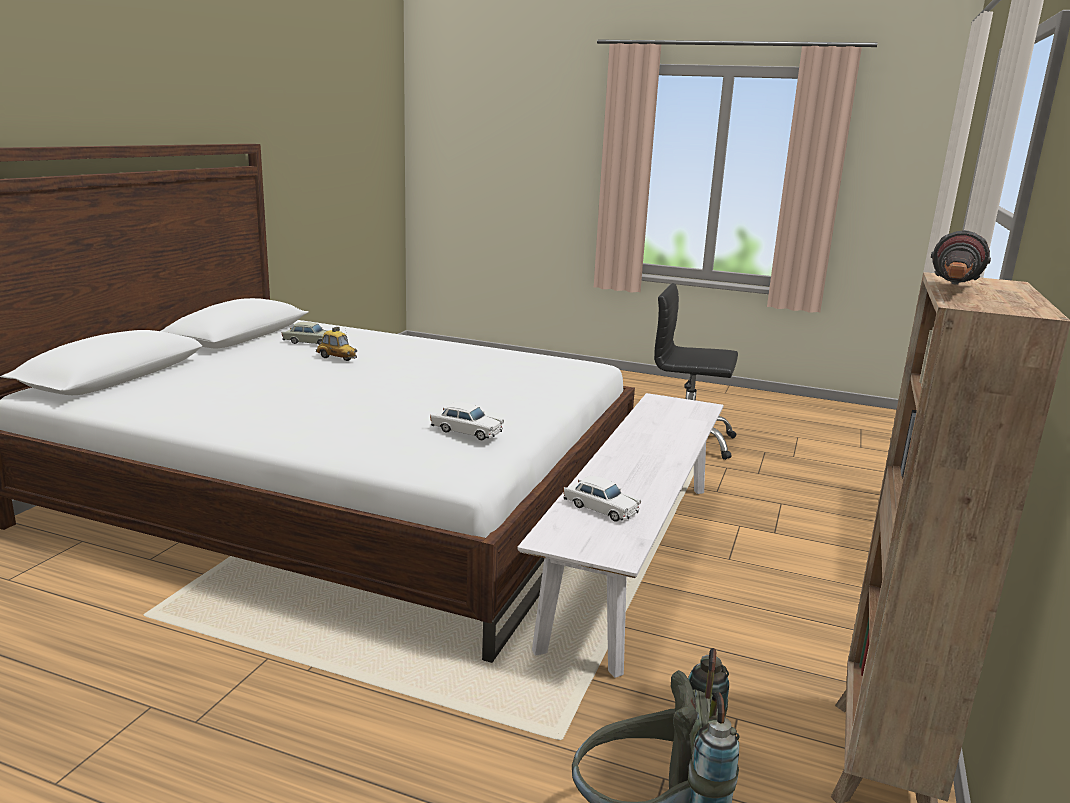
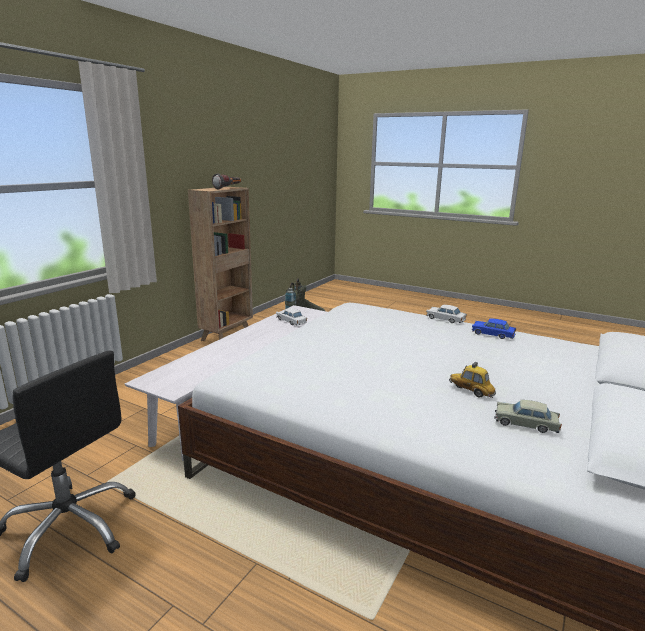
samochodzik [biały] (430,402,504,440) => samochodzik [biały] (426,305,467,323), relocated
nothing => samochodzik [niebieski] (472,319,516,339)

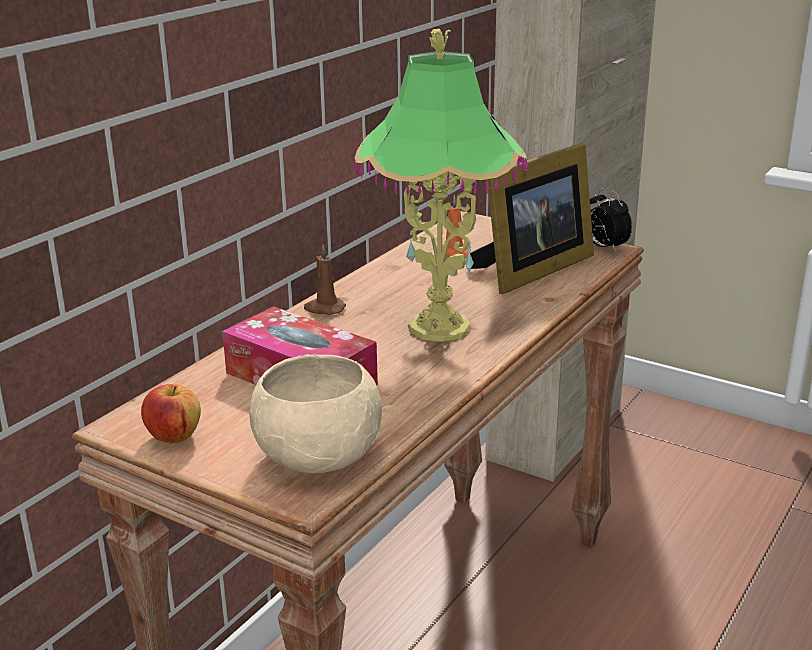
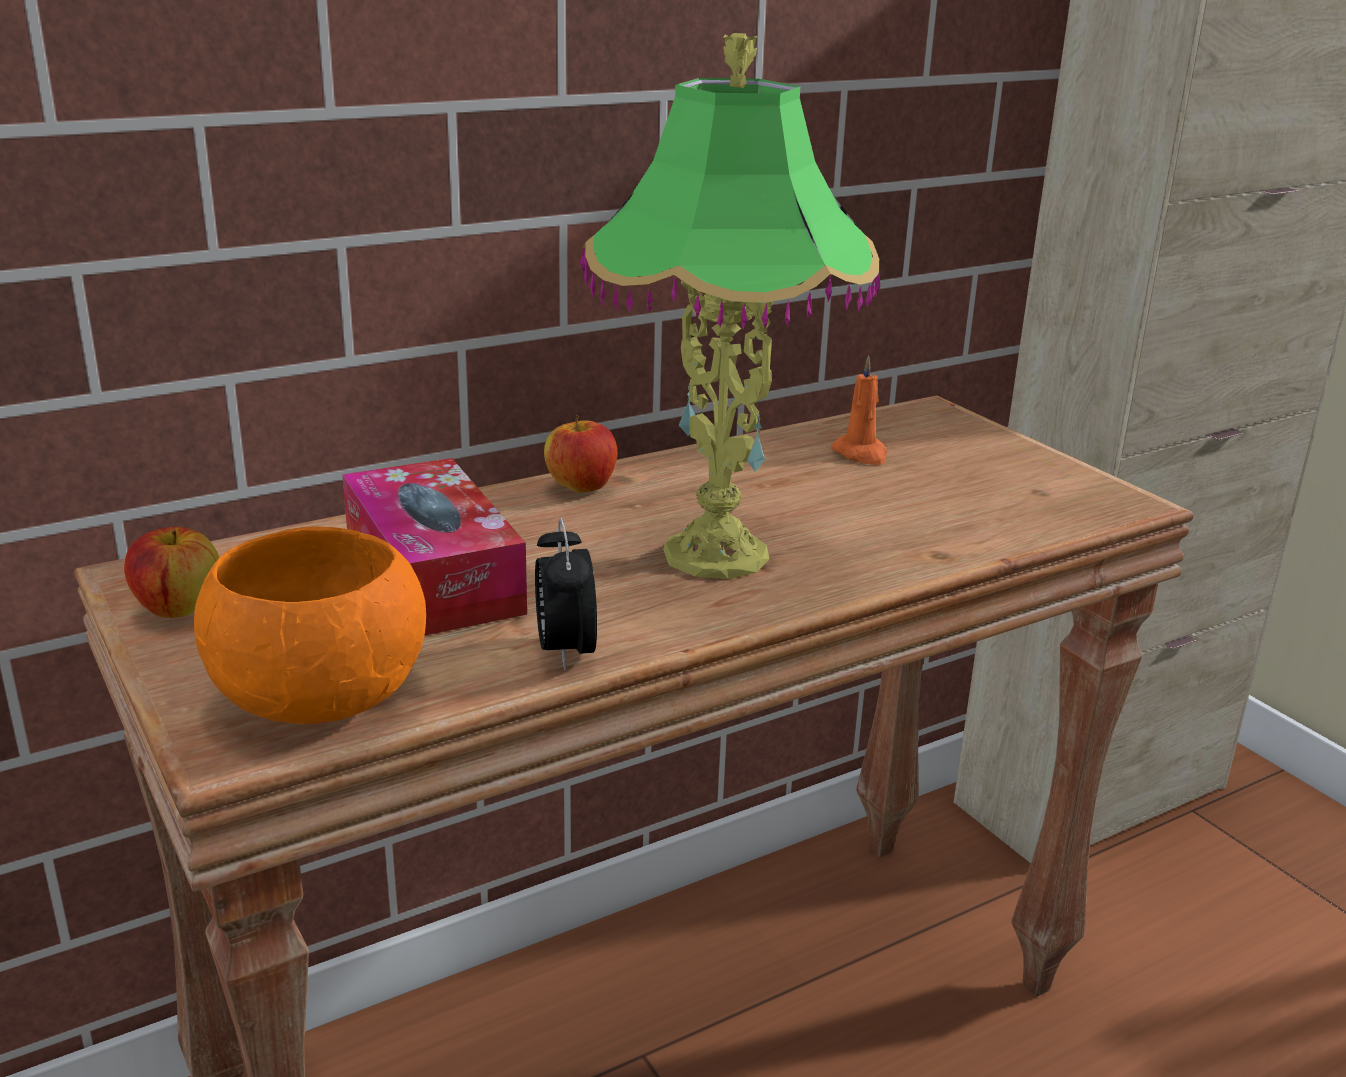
miska [beżowy] (249,355,382,473) => miska [pomarańczowy] (194,526,426,724)
świeca [brązowy] (304,245,346,315) => jabłko (544,415,617,493)
ramka na zdjęcie (470,143,594,294) => nothing
budzik (590,188,632,252) => budzik (535,517,597,671), relocated

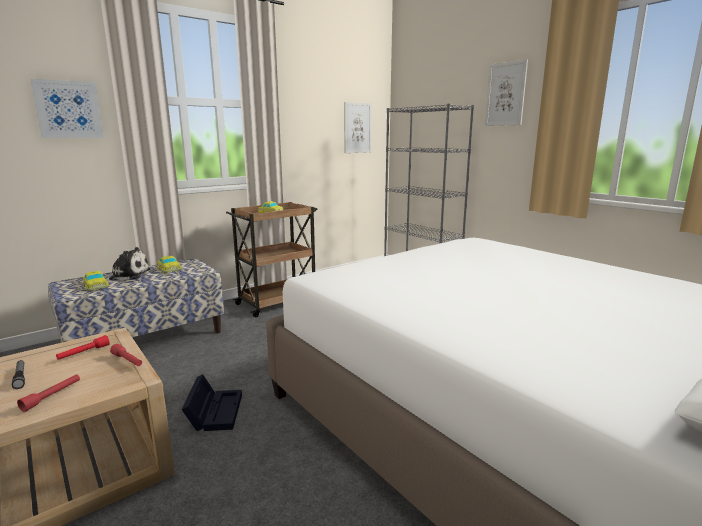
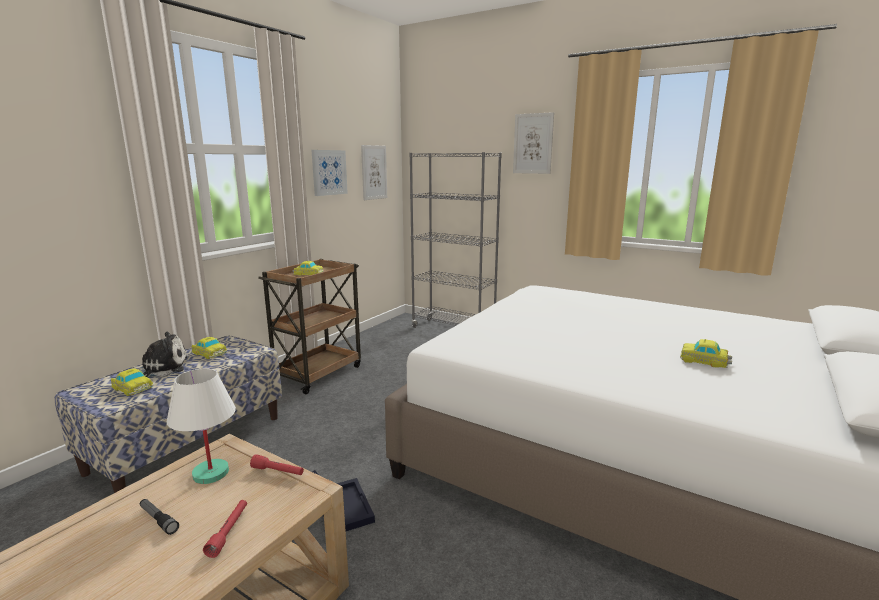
obraz (30,79,104,138) => obraz (312,150,348,196), relocated
latarka [czerwony] (56,335,110,360) => lampa stołowa [biały] (167,369,236,484)
nothing => samochodzik (680,339,732,368)

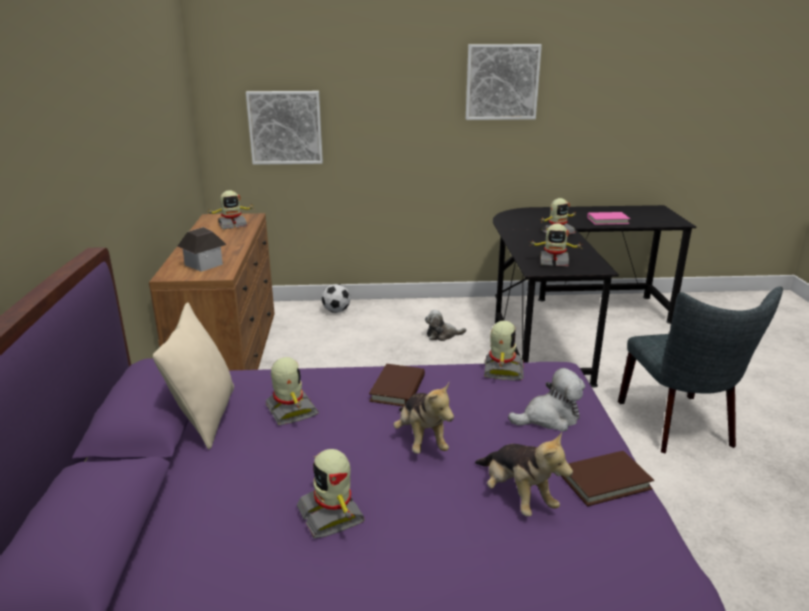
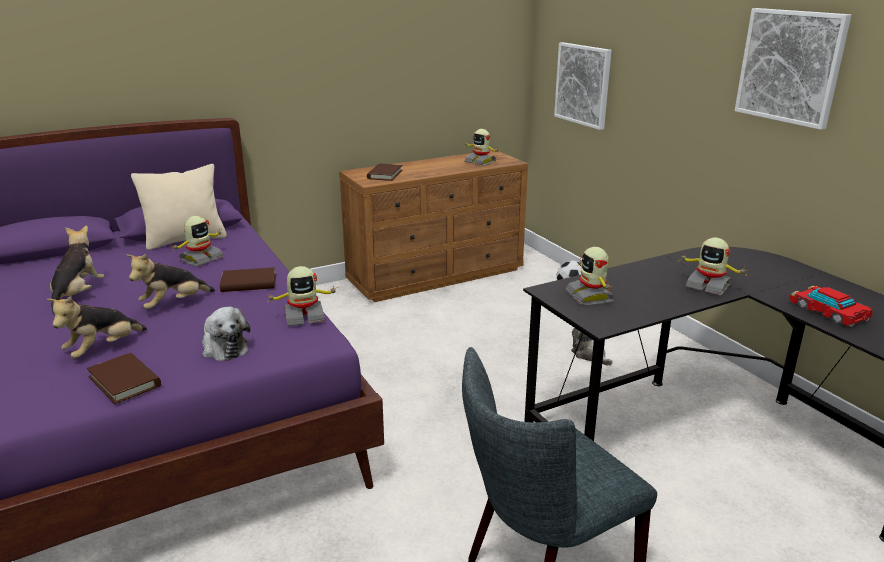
domek (177,227,227,272) => książka [brązowy] (367,164,402,181)
robot zabawkowy (297,449,365,538) => pluszak (50,225,105,315)
książka [różowy] (587,212,630,225) => samochodzik (789,286,873,327)

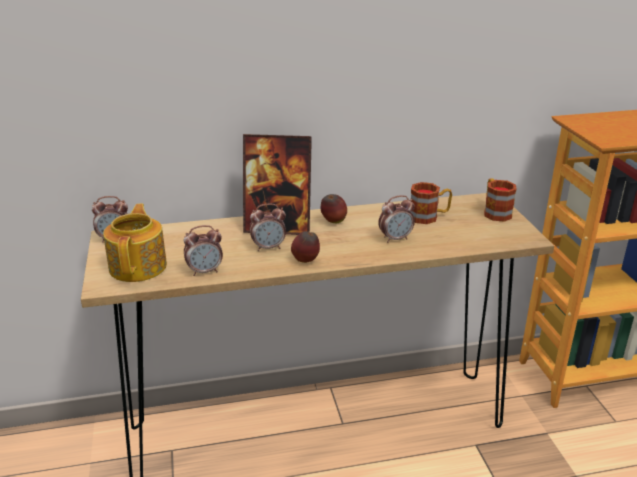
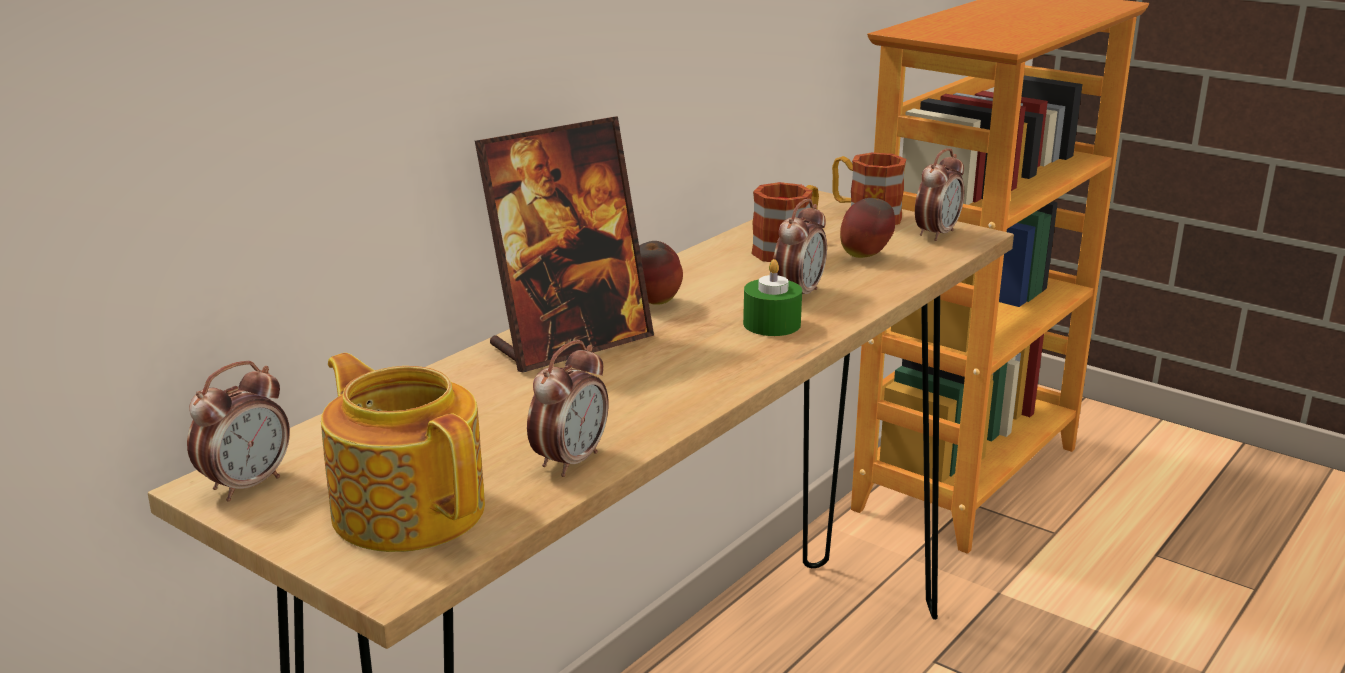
budzik (250,203,286,251) => budzik (915,148,964,241), relocated
jabłko (291,231,320,263) => jabłko (840,198,895,258), relocated
nothing => świeca [zielony] (743,259,802,336)

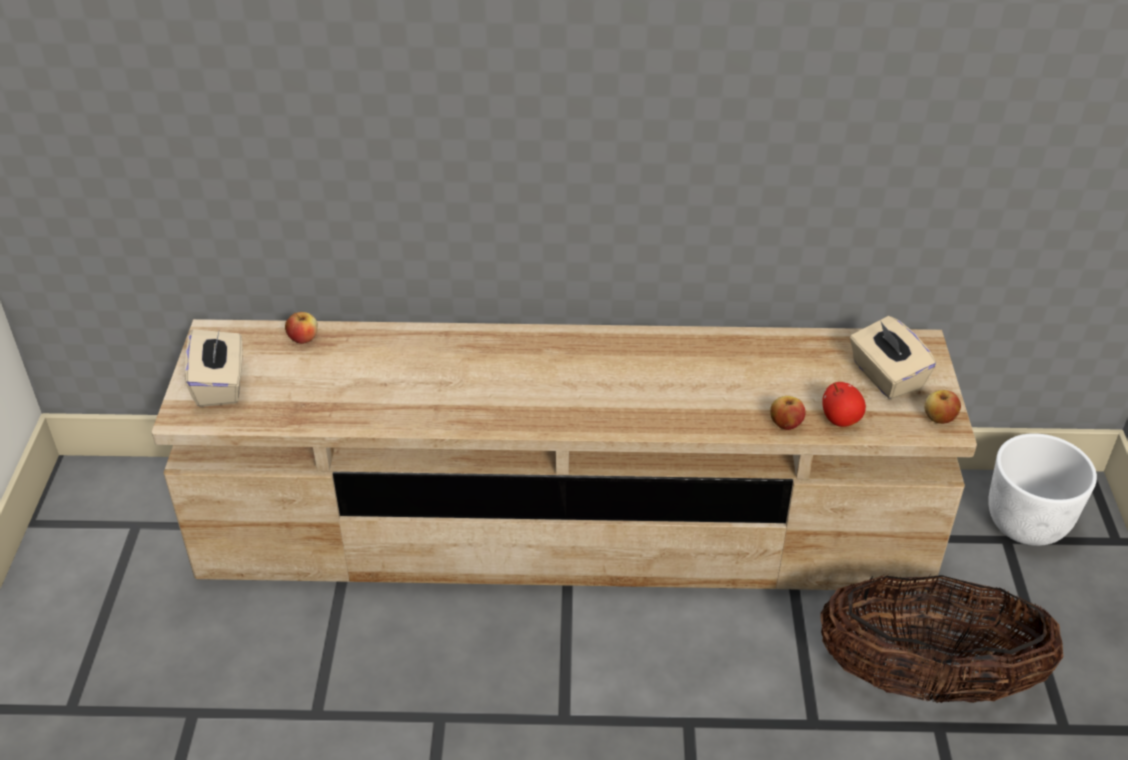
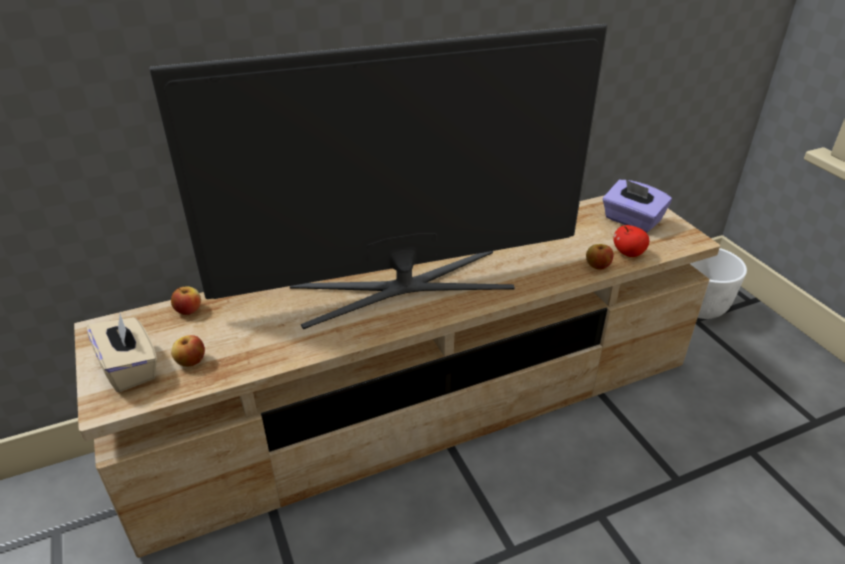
koszyk (821,575,1064,703) => nothing
pudełko chusteczek [beżowy] (850,316,937,399) => pudełko chusteczek [fioletowy] (603,179,672,233)
jabłko (924,390,961,424) => jabłko (171,335,205,367), relocated
nothing => telewizor (149,24,608,329)

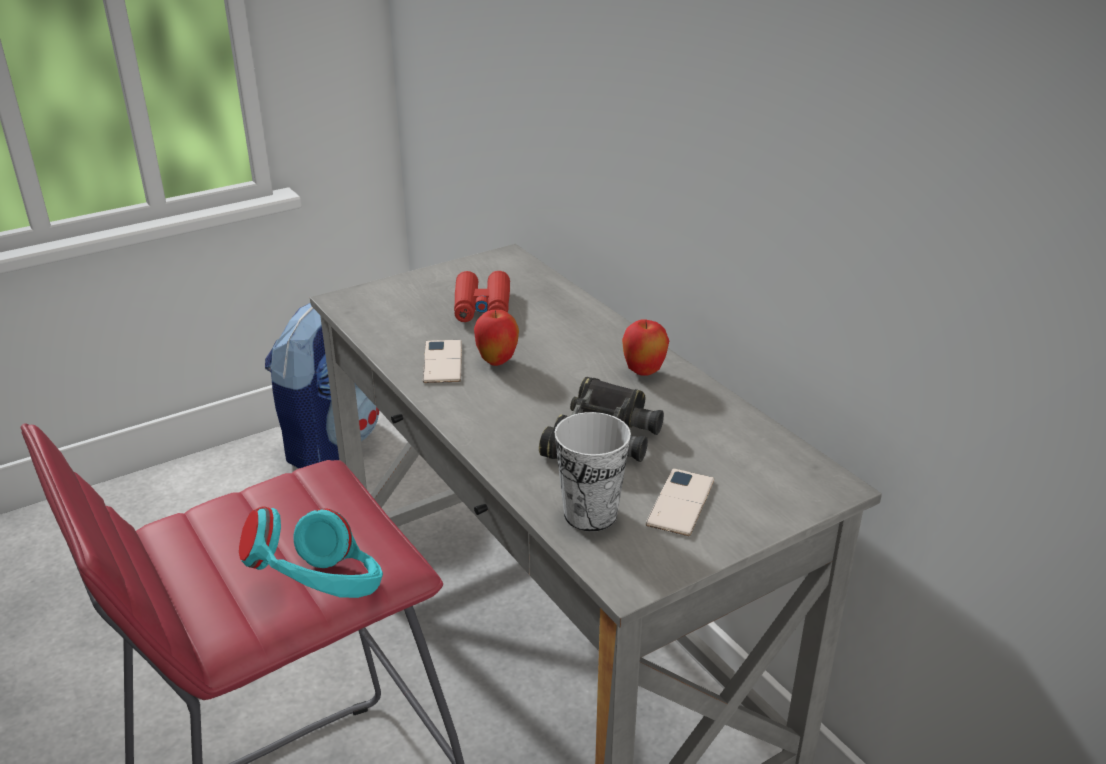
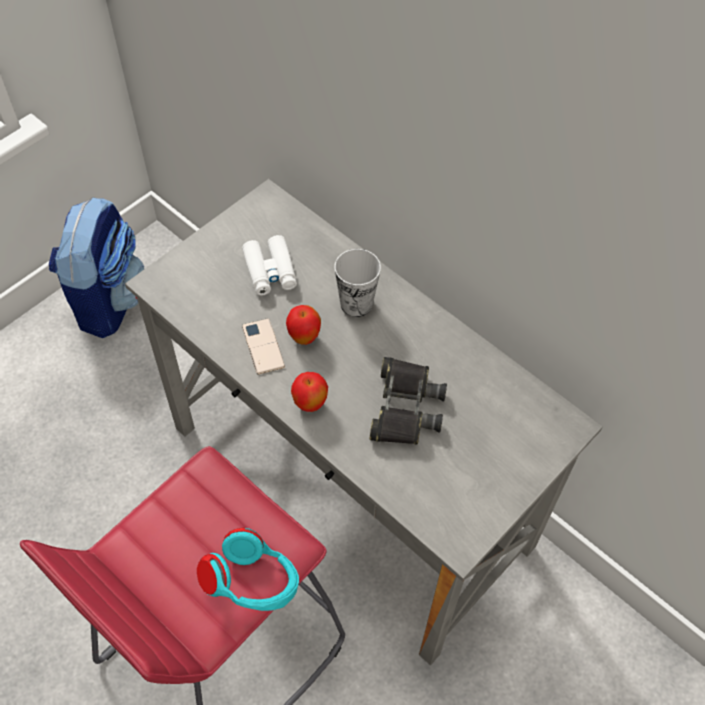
lornetka [czerwony] (454,271,510,322) => lornetka [biały] (242,235,297,296)
filiżanka (555,412,631,532) => filiżanka (334,249,381,317), relocated
jabłko (622,320,669,376) => jabłko (291,372,328,412), relocated
telefon (646,469,714,536) => nothing

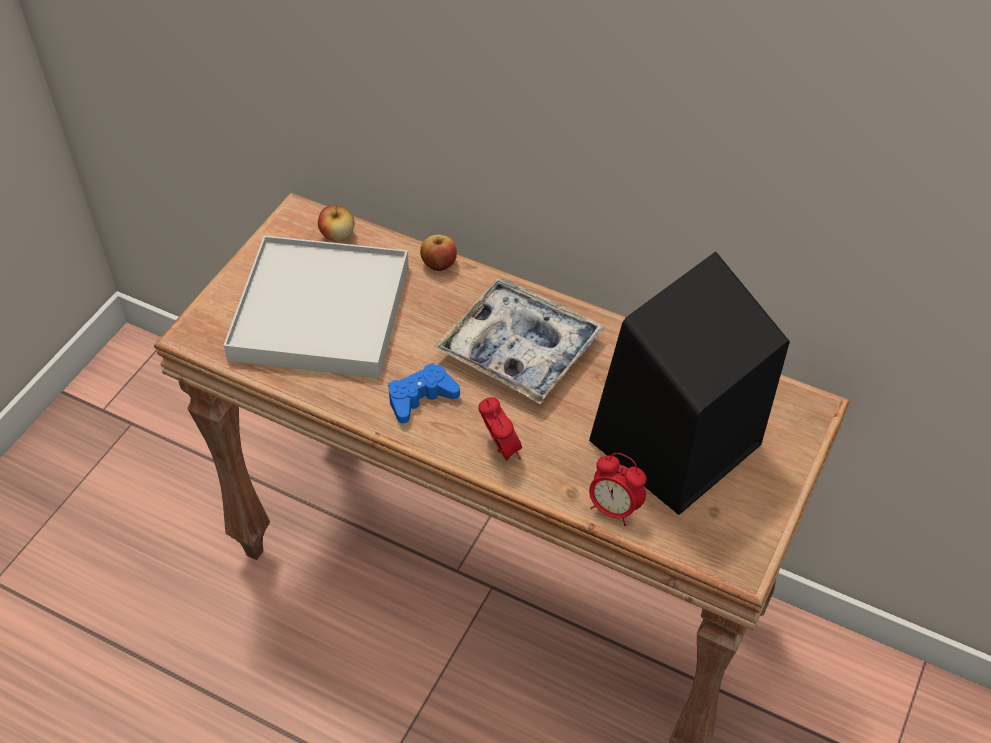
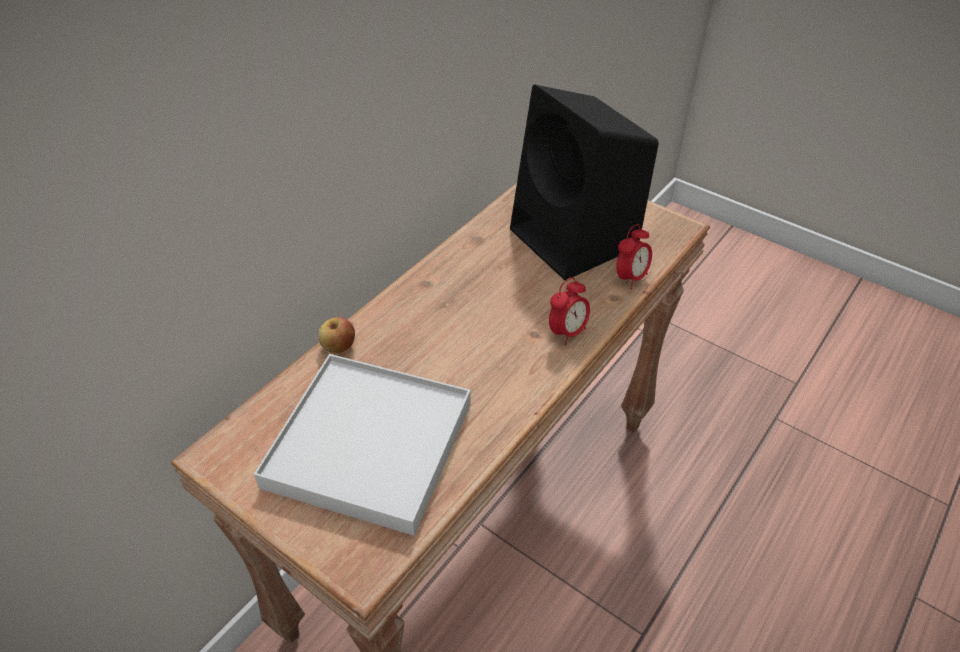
jabłko (318,205,355,242) => nothing
pad do gier [niebieski] (388,363,460,423) => nothing
taca (433,278,605,405) => nothing
budzik (478,397,522,460) => budzik (549,277,590,345), 150 degrees clockwise

